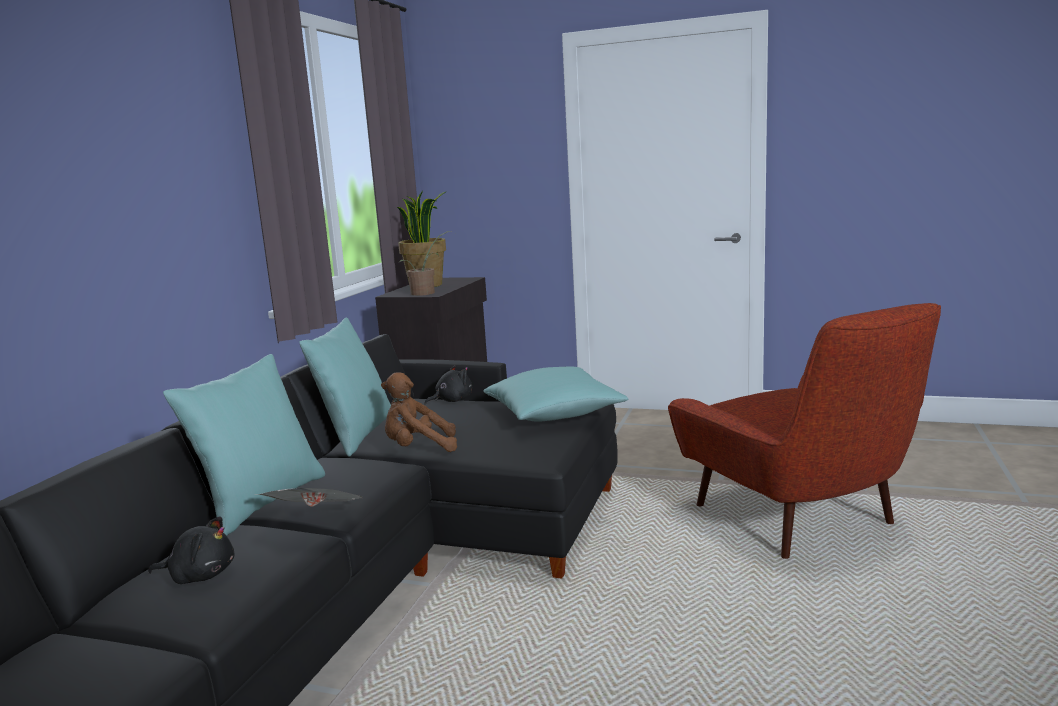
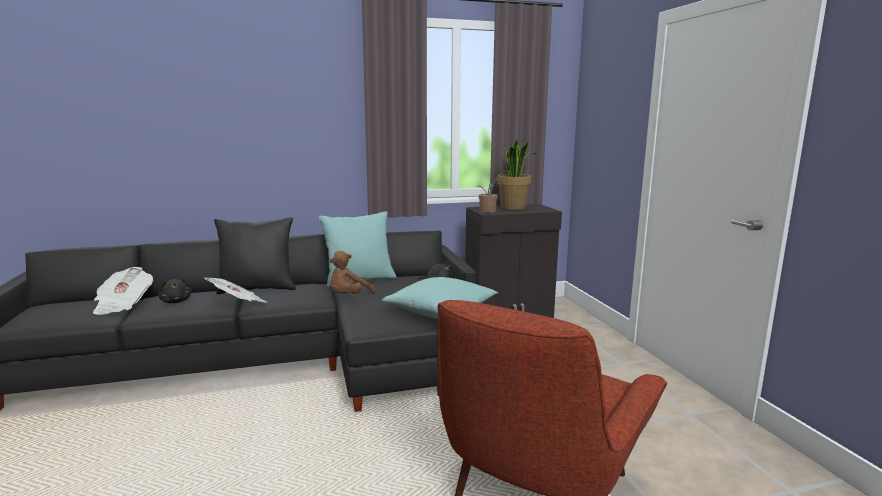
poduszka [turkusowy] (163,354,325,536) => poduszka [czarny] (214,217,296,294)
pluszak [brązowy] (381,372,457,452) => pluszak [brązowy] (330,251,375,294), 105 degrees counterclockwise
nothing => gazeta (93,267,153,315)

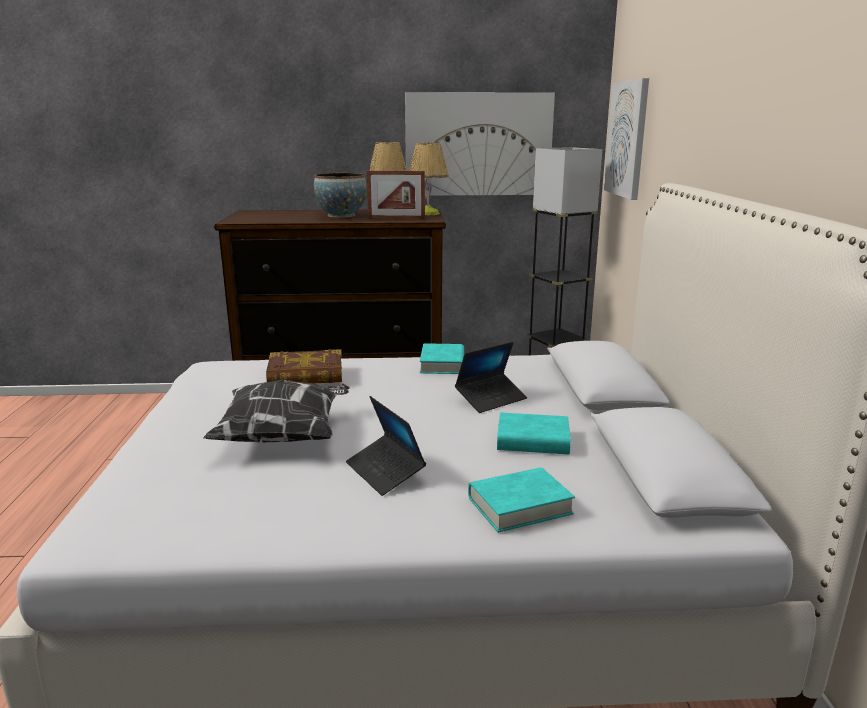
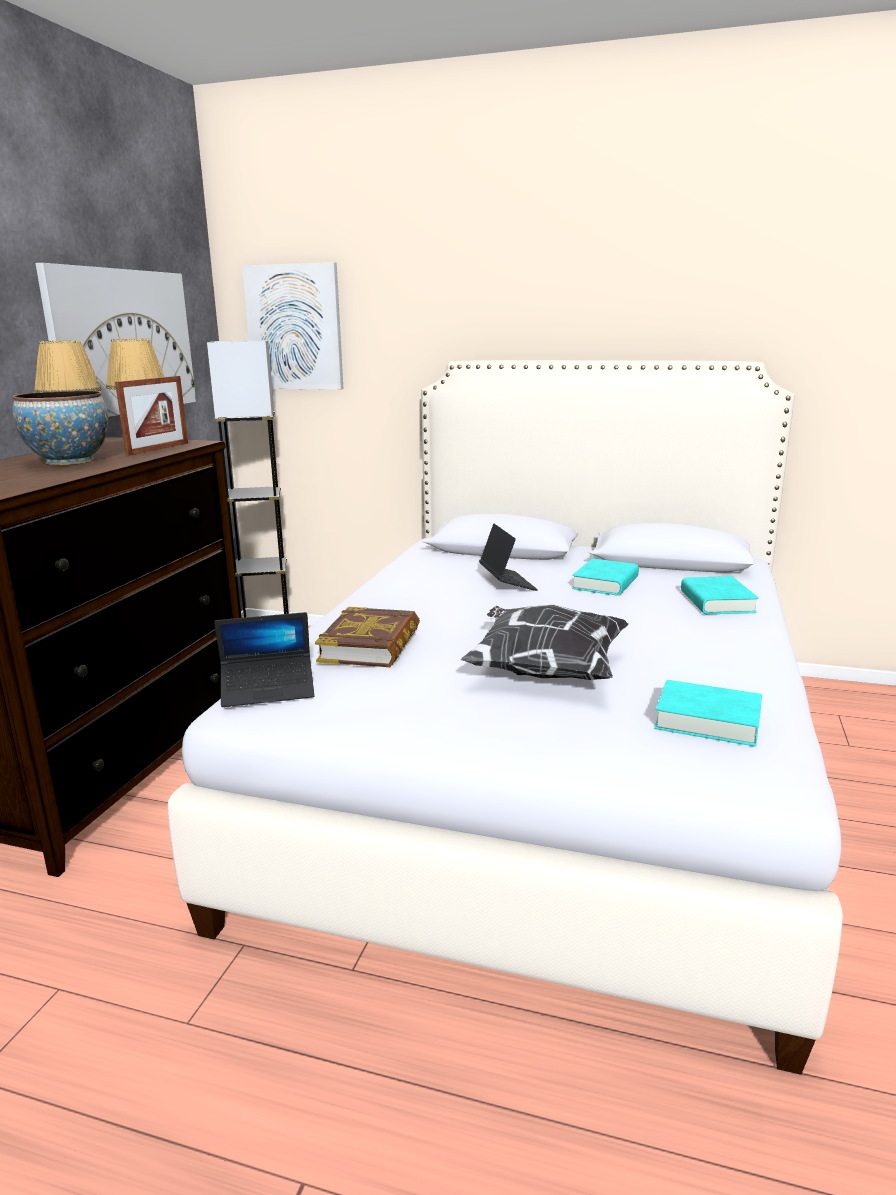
laptop (346,396,426,496) => laptop (214,612,315,707), relocated
książka [turkusowy] (420,343,464,374) => książka [turkusowy] (654,680,762,747), relocated

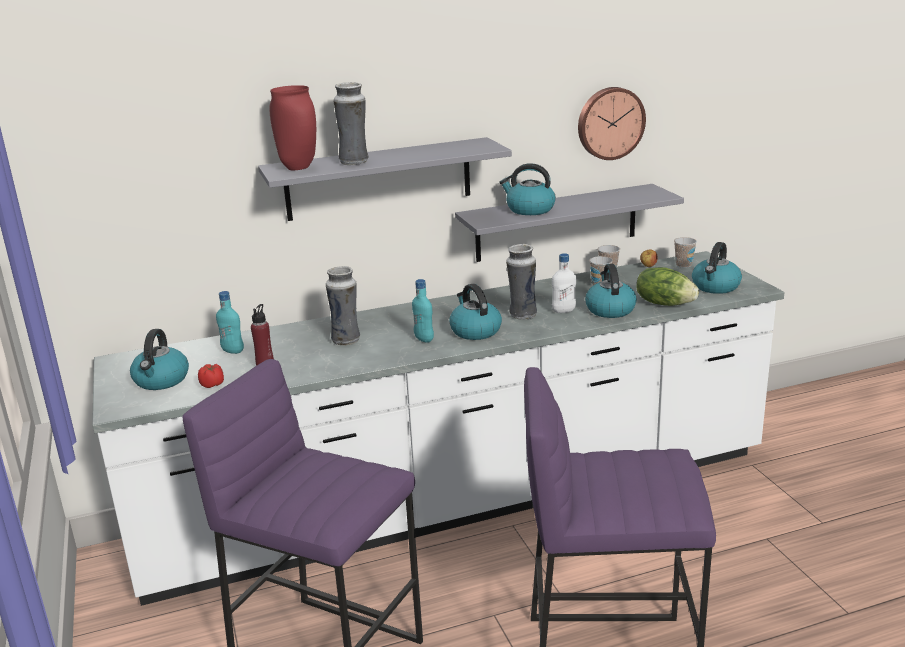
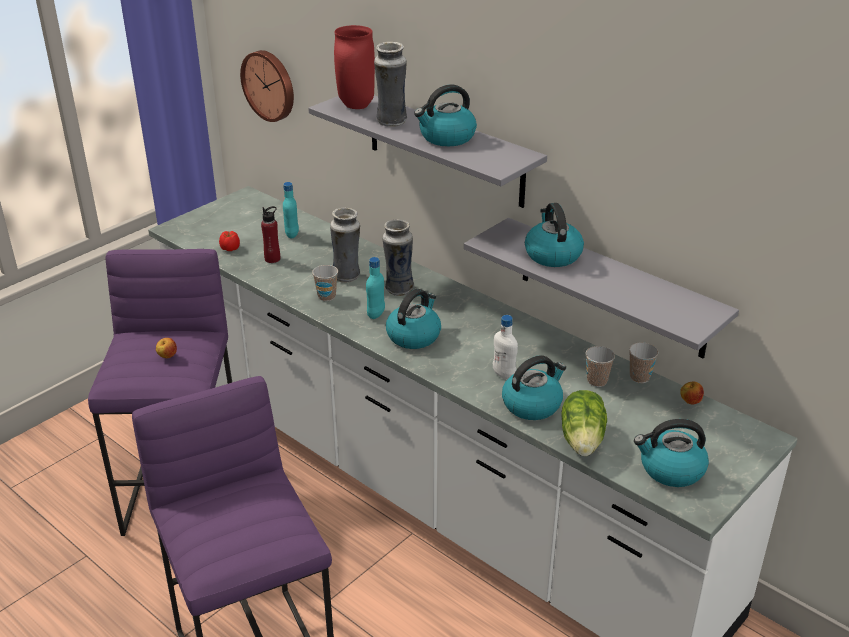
czajnik (130,329,189,390) => czajnik (414,84,477,146), relocated
wazon (506,244,537,320) => wazon (382,219,414,296), relocated
zegar ścienny (578,87,646,160) => zegar ścienny (240,50,294,122), relocated
filiżanka (674,237,697,268) => filiżanka (312,265,338,301), relocated
nothing => jabłko (156,338,177,358)

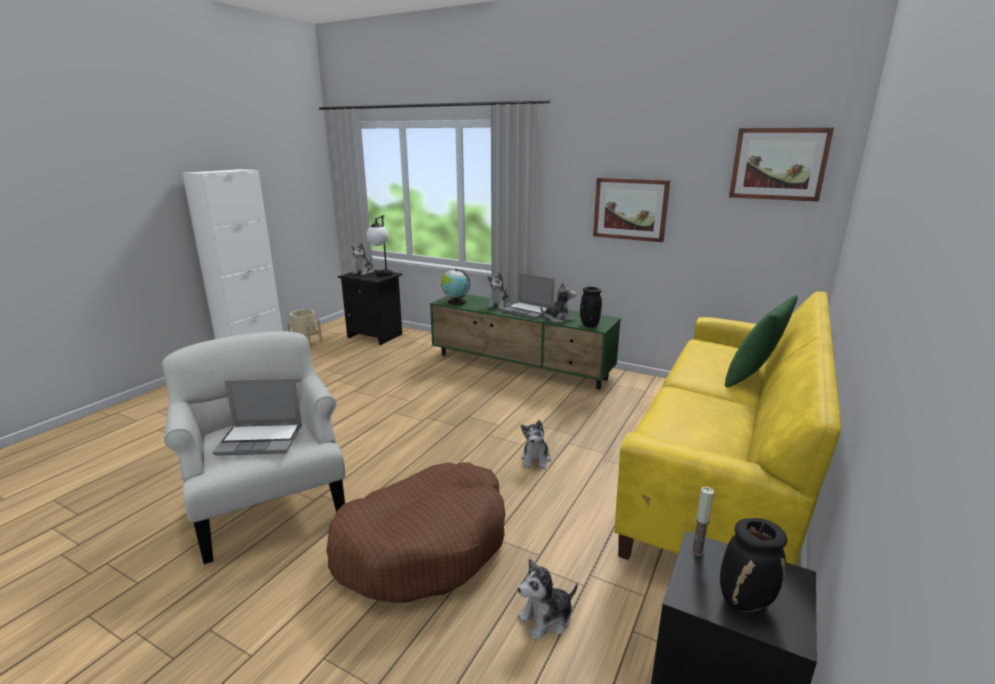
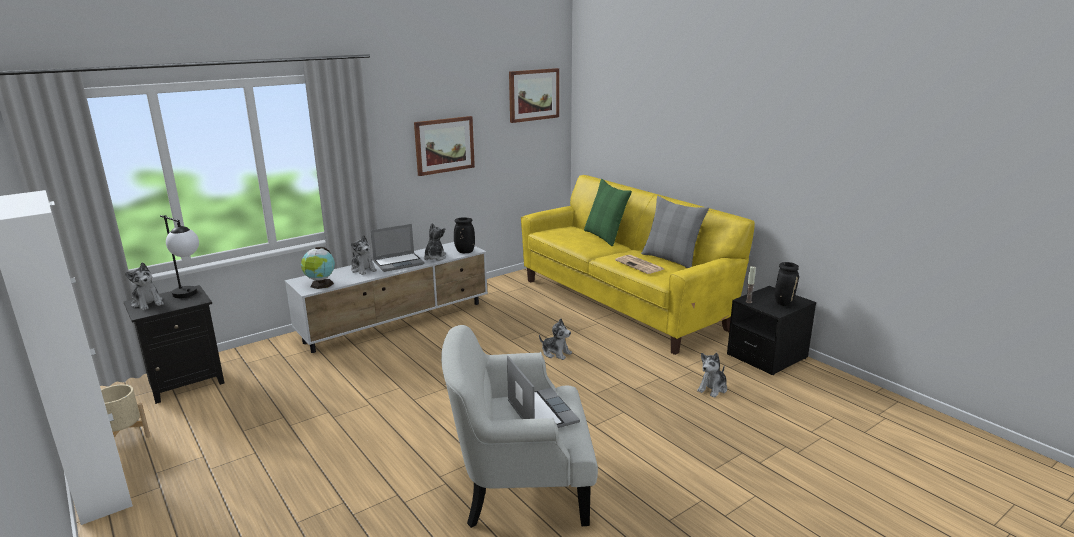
laptop (213,379,302,456) => laptop (507,356,580,428), 45 degrees counterclockwise
legowisko [brązowy] (326,462,505,603) => nothing
szafka pod telewizor [zielony] (430,294,621,389) => szafka pod telewizor [biały] (285,242,488,353)
pluszak (517,559,578,641) => pluszak (697,353,727,398), 45 degrees clockwise
nothing => gazeta (615,255,663,274)
nothing => poduszka [szary] (641,196,709,268)

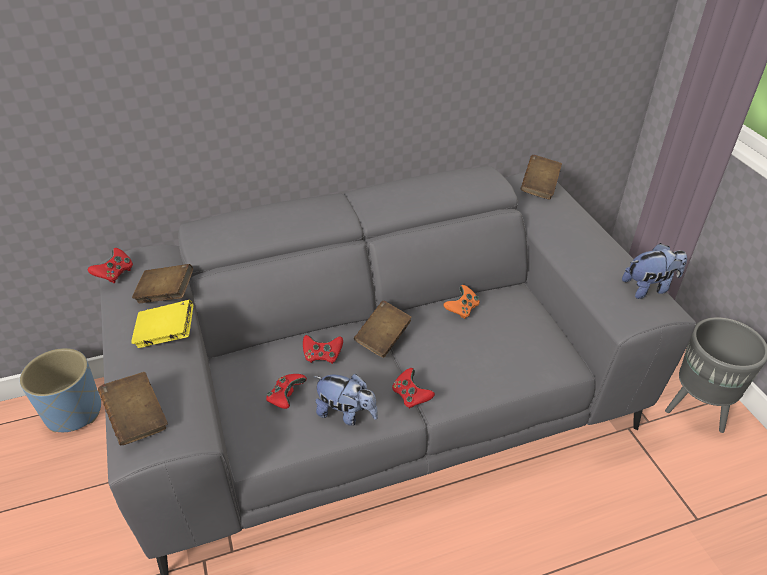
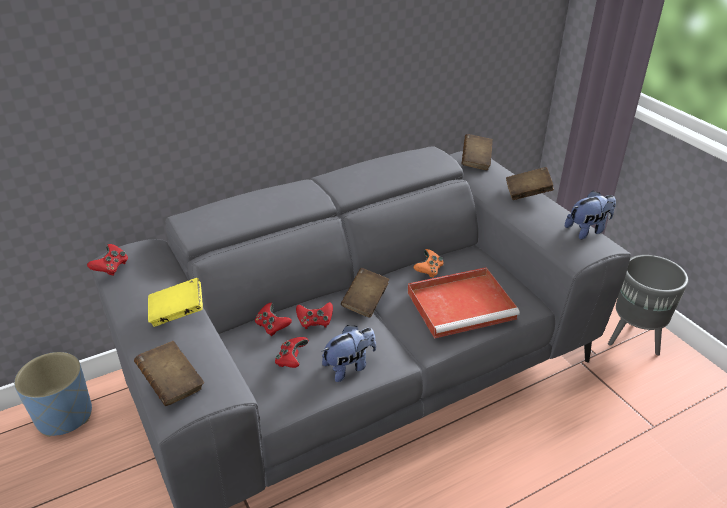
książka [brązowy] (132,264,193,303) => książka [brązowy] (506,167,554,200), relocated
pluszak (314,374,378,426) => pluszak (321,325,376,382), 45 degrees counterclockwise
pad do gier [czerwony] (392,368,435,409) => pad do gier [czerwony] (255,303,292,336), relocated
nothing => taca [czerwony] (408,267,520,339)

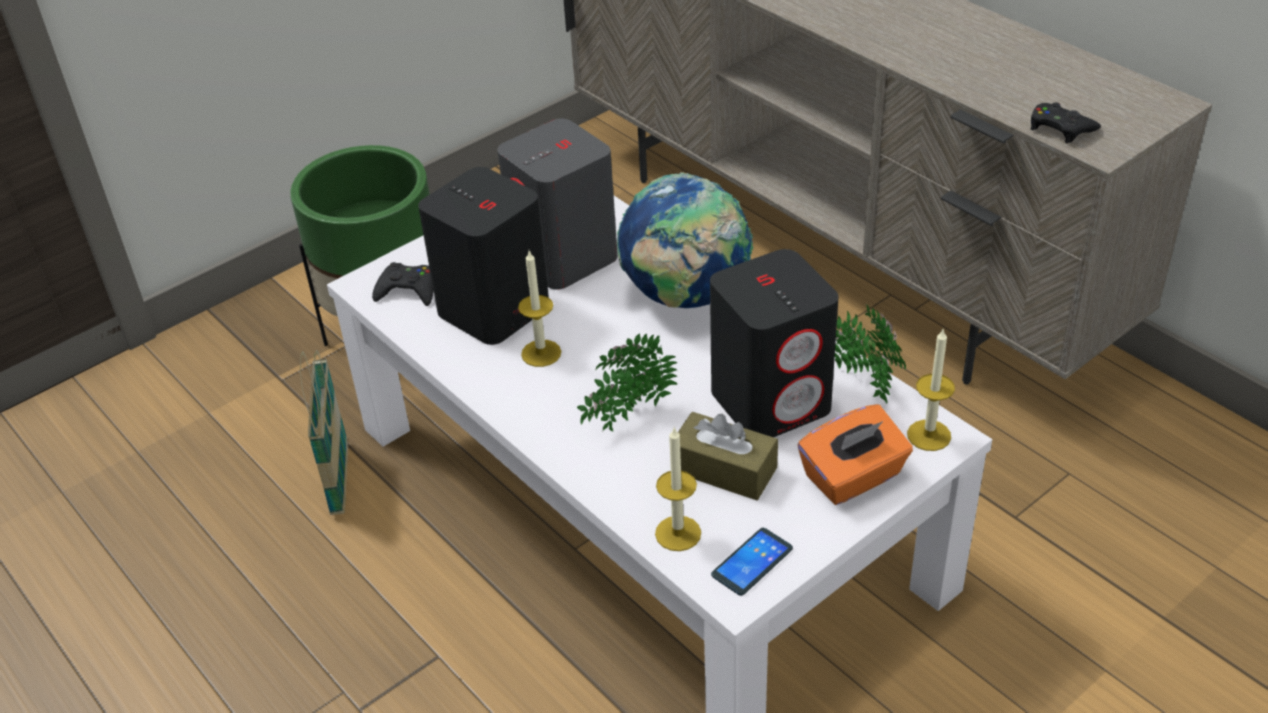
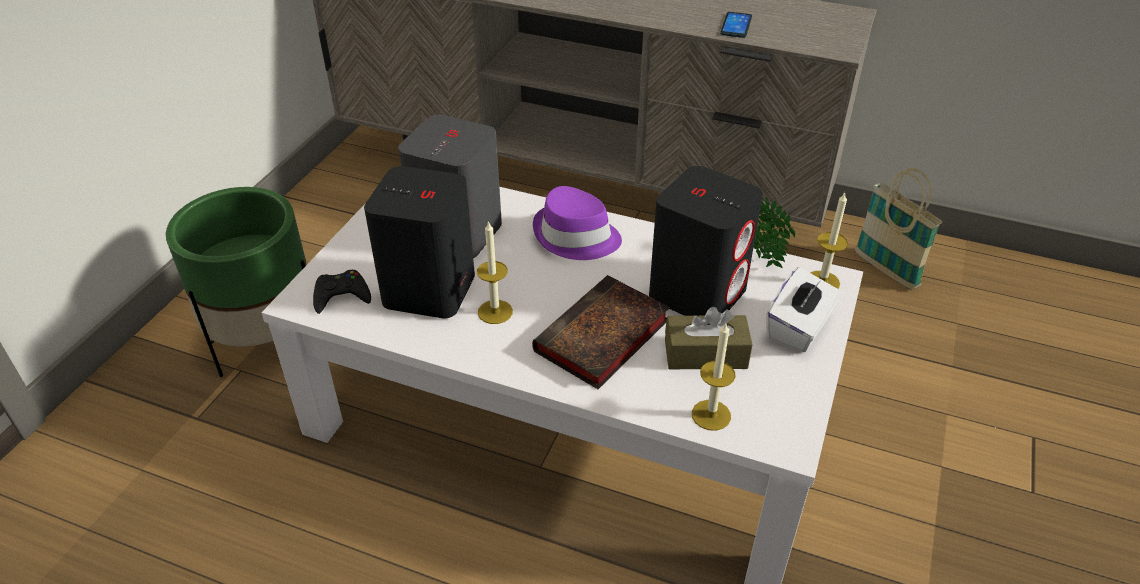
koszyk (300,350,348,515) => koszyk (855,168,943,289), relocated
roślina doniczkowa (577,333,677,431) => książka (532,275,670,389)
globus (617,172,753,308) => kapelusz [fioletowy] (533,186,622,260)
telefon (711,528,793,596) => telefon (720,12,752,38), relocated
pudełko chusteczek [pomarańczowy] (798,404,913,505) => pudełko chusteczek [biały] (766,267,840,352)
pad do gier [czarny] (1031,102,1101,144) => nothing

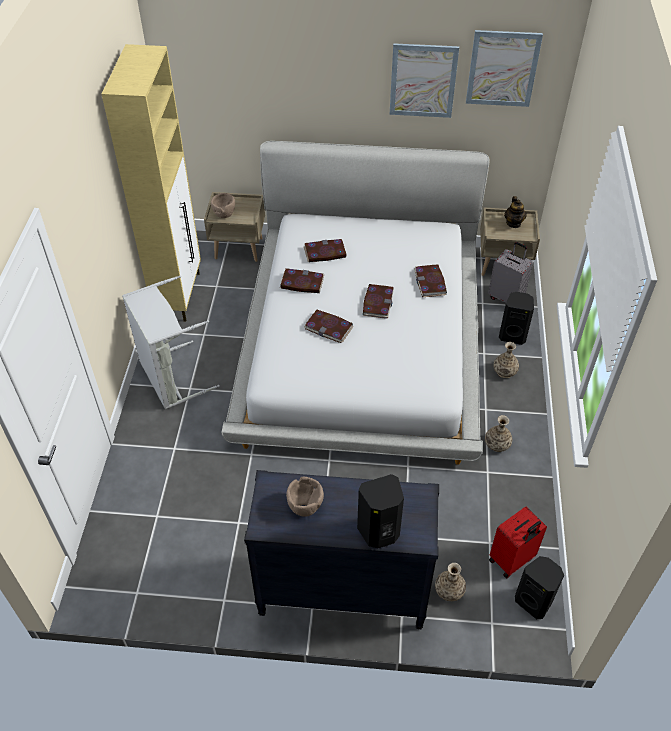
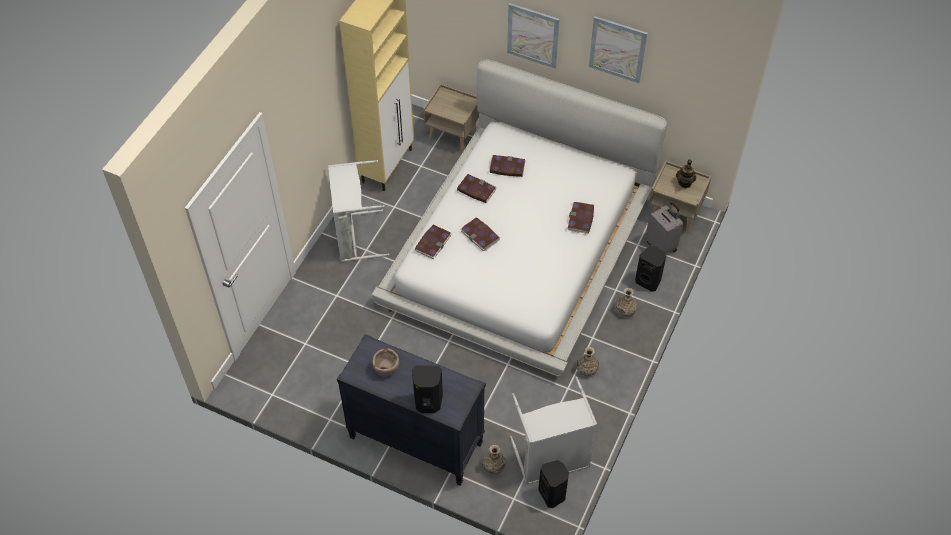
miska [brązowy] (211,193,235,218) => nothing
książka (363,284,394,319) => książka (415,225,451,259), relocated
obraz (466,30,543,107) => obraz (507,3,560,68), relocated
walizka [czerwony] (489,507,547,578) => kosz na pranie [szary] (510,376,597,485)

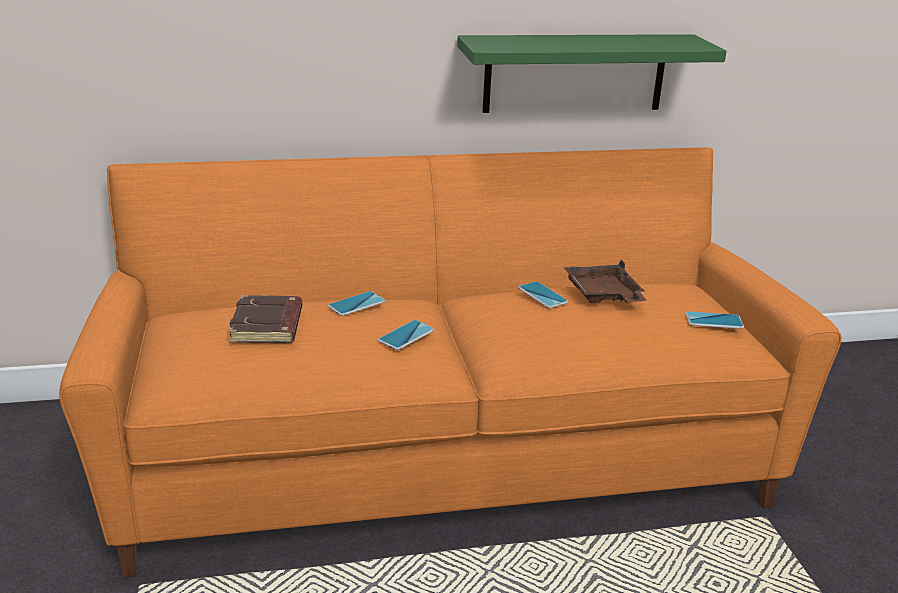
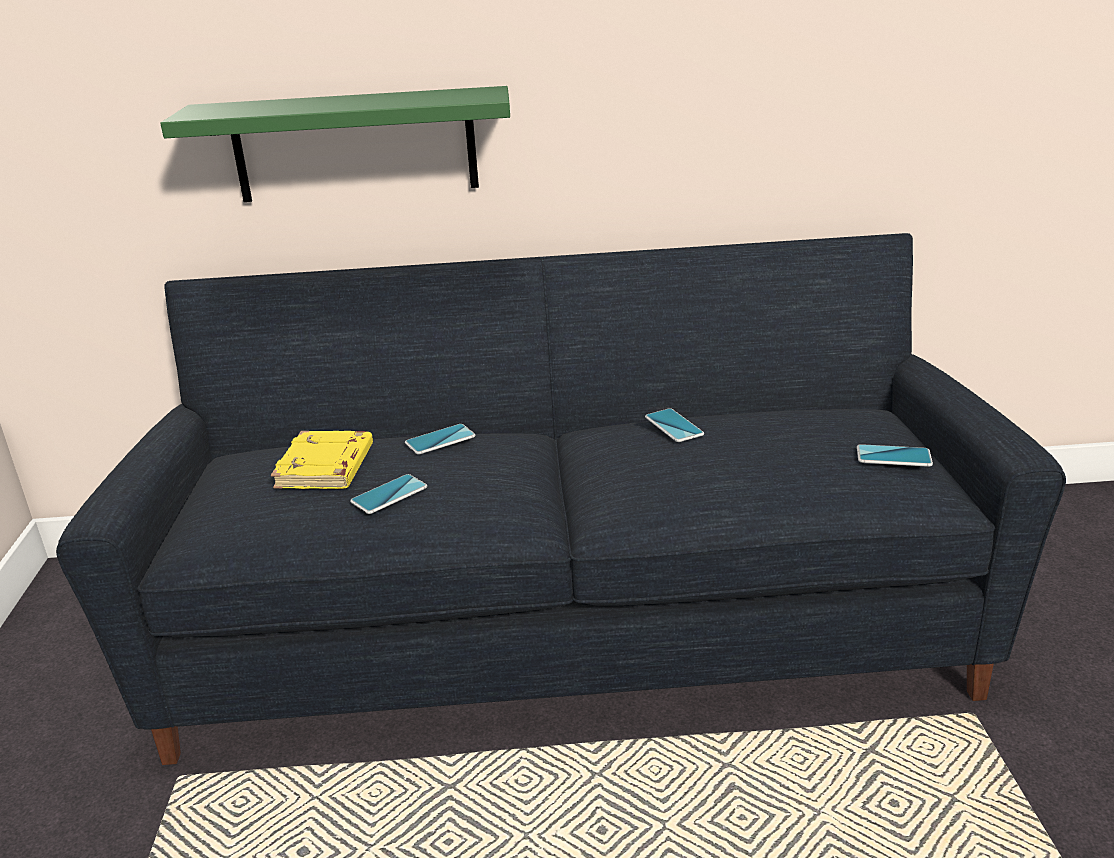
kanapa [pomarańczowy] (59,147,842,577) => kanapa [czarny] (56,233,1066,765)
książka [brązowy] (228,295,302,343) => książka [żółty] (271,431,373,489)
telefon (378,320,434,350) => telefon (350,474,427,514), relocated
półka [zielony] (457,34,727,113) => półka [zielony] (160,86,510,202), relocated
taca [brązowy] (563,260,646,303) => nothing

